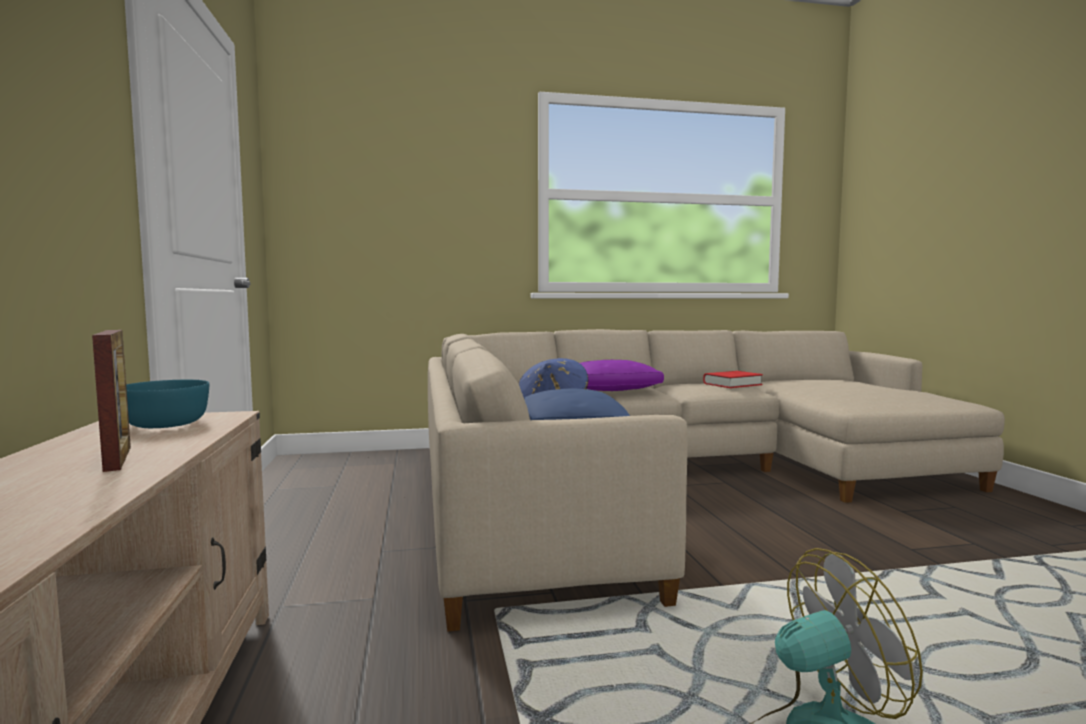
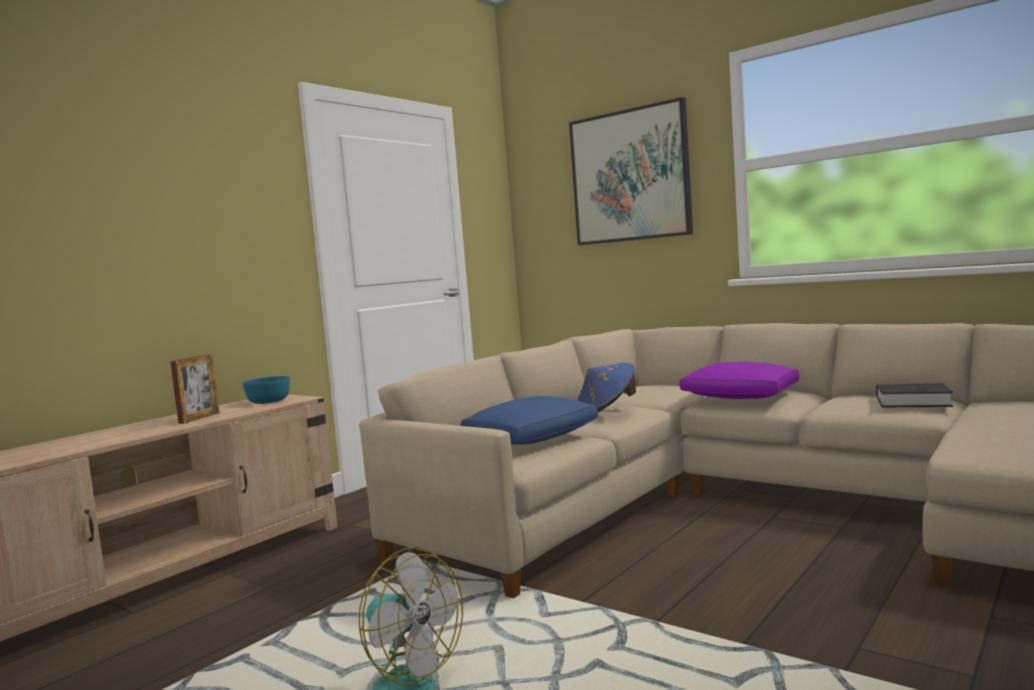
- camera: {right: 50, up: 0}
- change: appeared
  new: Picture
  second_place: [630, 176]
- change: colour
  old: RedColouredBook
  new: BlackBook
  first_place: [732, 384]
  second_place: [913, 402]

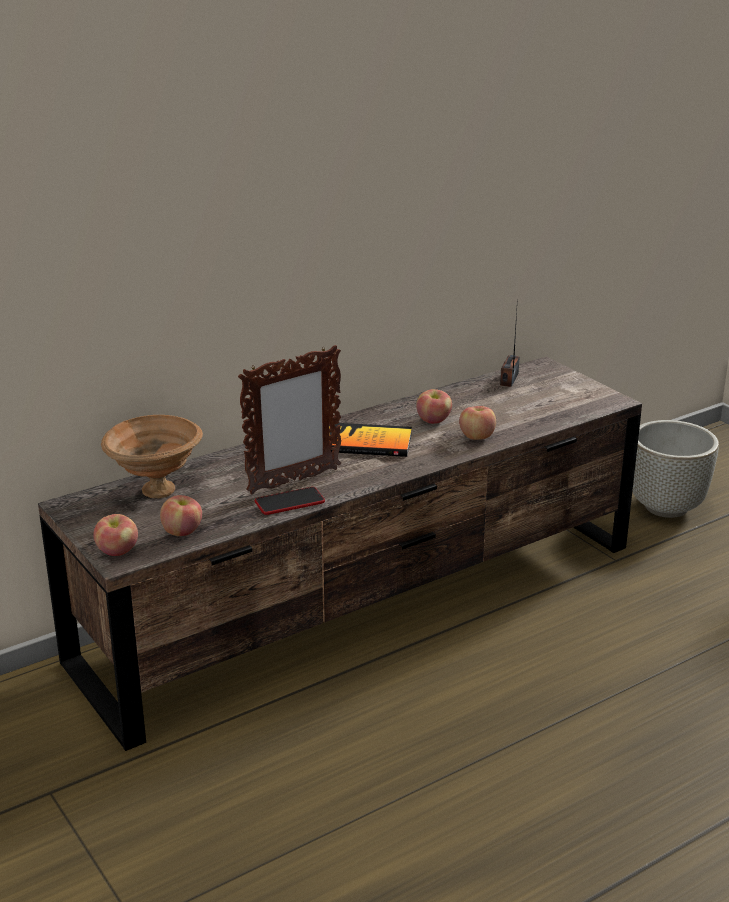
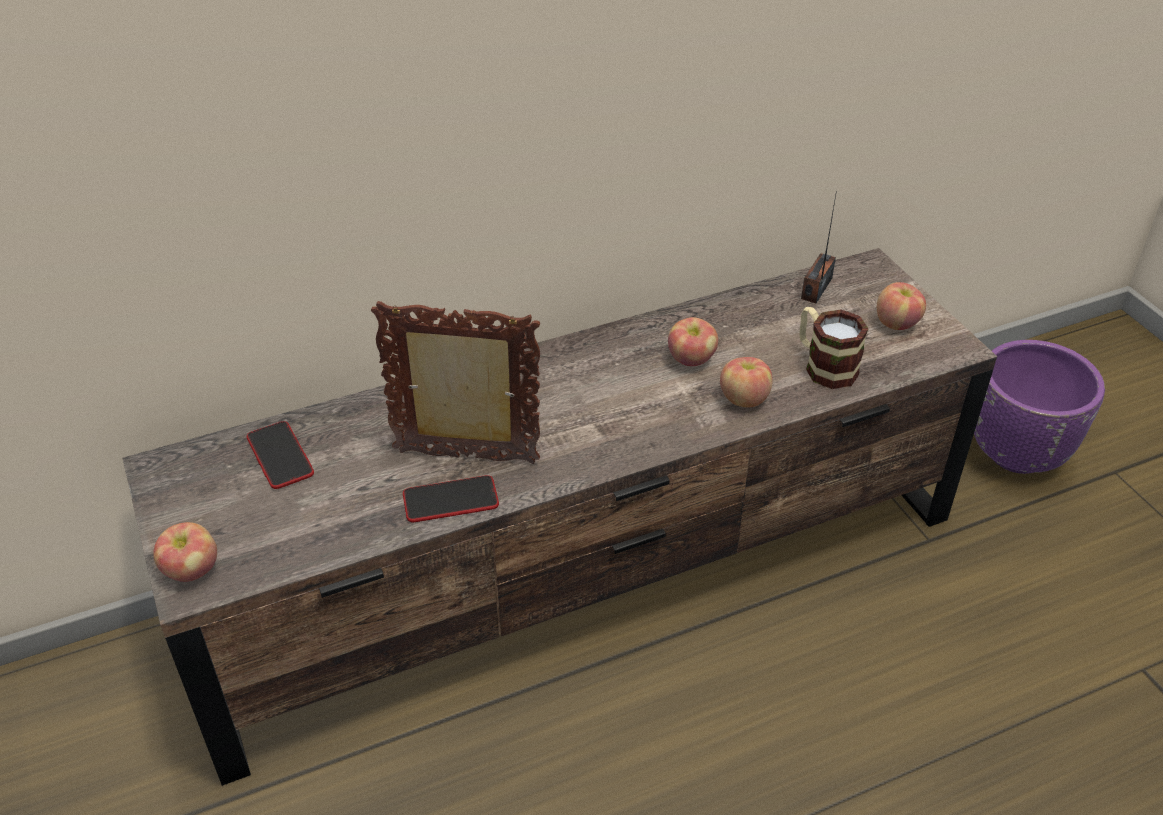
- camera: {right: 10, up: 15}
- change: missing
  old: Book
  first_place: [365, 443]
- change: appeared
  new: Mug
  second_place: [824, 365]
- change: relocated
  old: AppleFruit
  first_place: [182, 531]
  second_place: [896, 323]
- change: exchanged
  old: BrownishBowl
  new: Phone
  first_place: [156, 491]
  second_place: [280, 456]
- change: colour
  old: GrayPlantPot
  new: PurplishPlantPot
  first_place: [667, 507]
  second_place: [1018, 454]
- change: spun
  old: PictureFrame
  first_place: [293, 481]
  second_place: [467, 458]
  degrees: -150

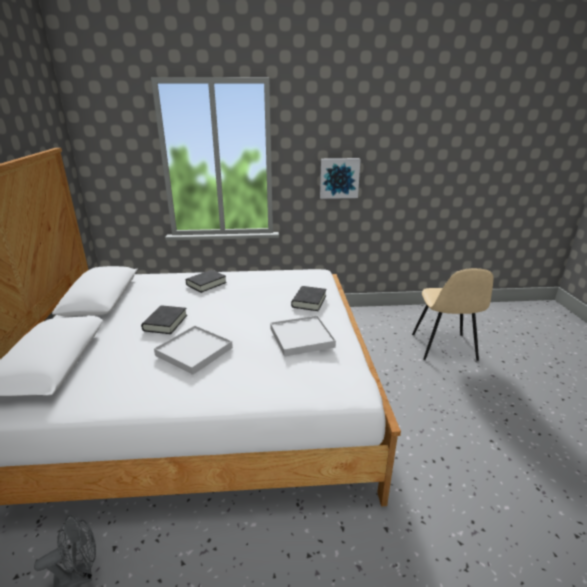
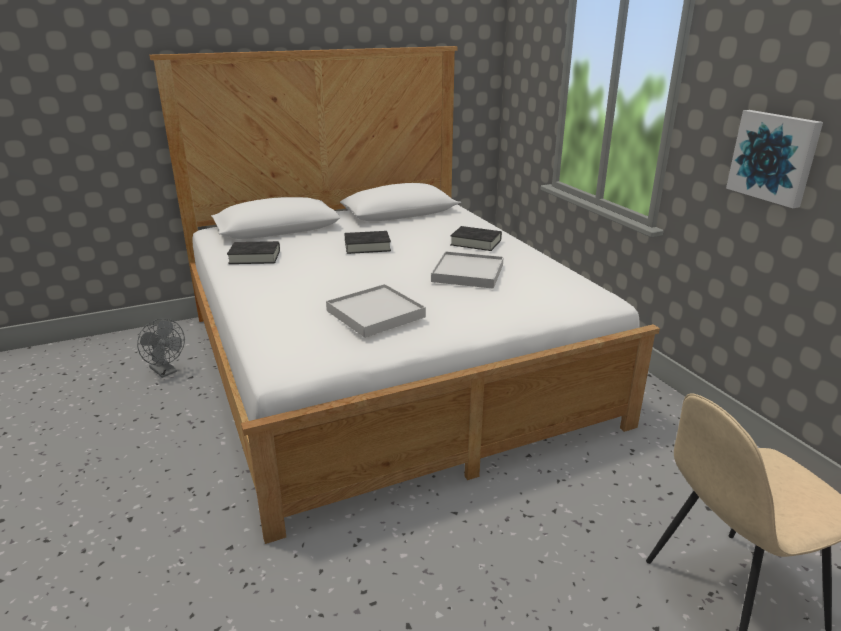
- camera: {right: 70, up: 0}
- change: relocated
  old: WhiteTray
  first_place: [194, 351]
  second_place: [467, 273]
- change: relocated
  old: BlackBook
  first_place: [309, 301]
  second_place: [255, 257]

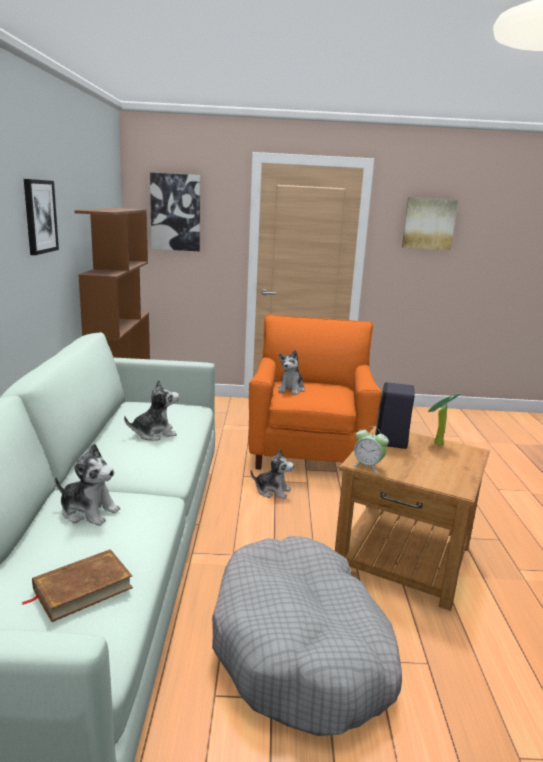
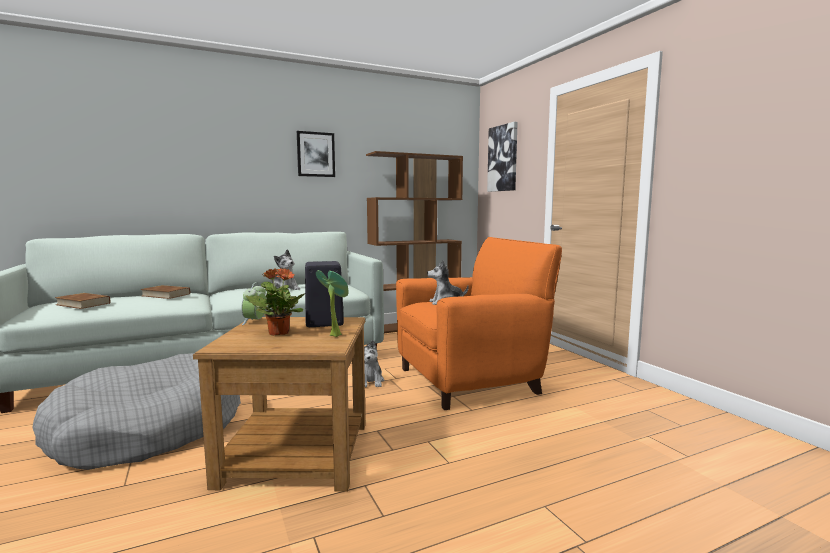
- camera: {right: 65, up: -10}
- change: missing
  old: Picture
  first_place: [428, 223]
- change: appeared
  new: Houseplant
  second_place: [278, 333]
- change: exchanged
  old: CuddlyToy
  new: BrownishBook
  first_place: [88, 511]
  second_place: [166, 295]

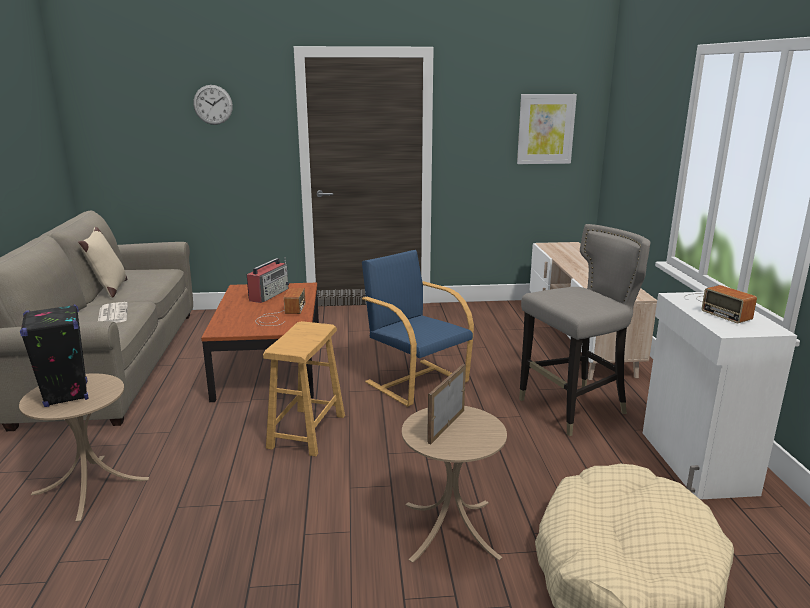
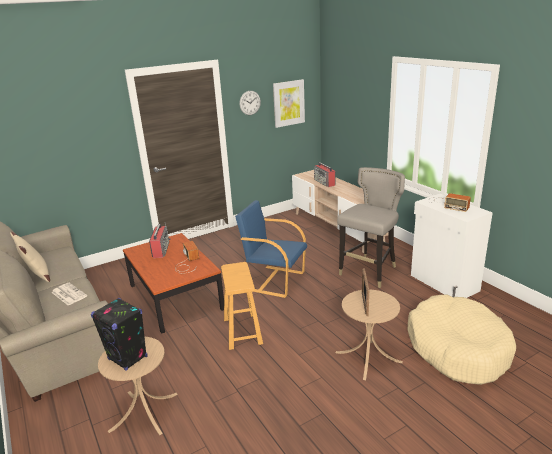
- camera: {right: -25, up: 5}
- change: appeared
  new: RadioSet
  second_place: [324, 182]
- change: relocated
  old: HangingClock
  first_place: [213, 104]
  second_place: [250, 103]

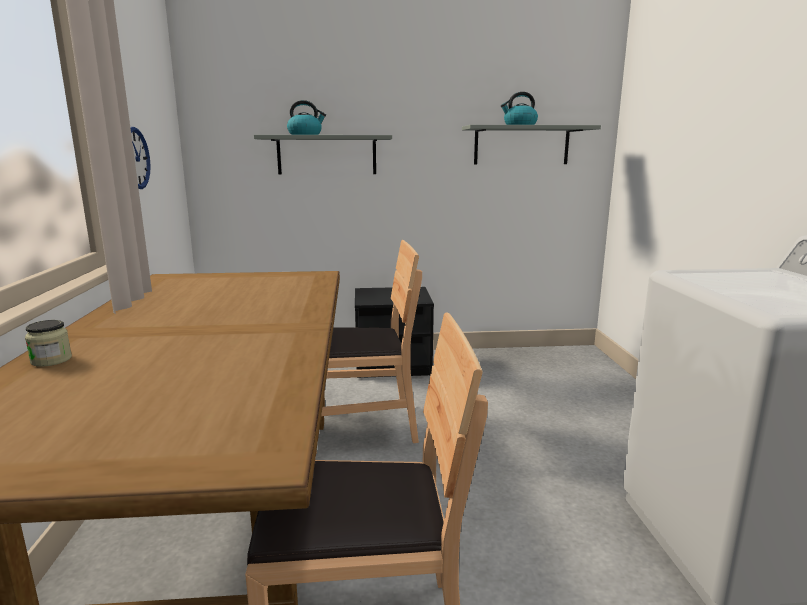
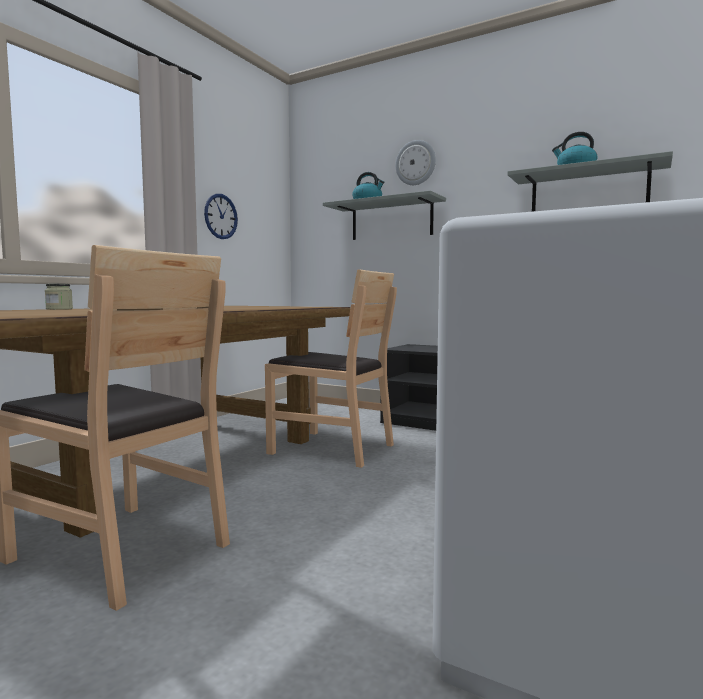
- camera: {right: 35, up: -10}
- change: appeared
  new: HangingClock
  second_place: [415, 163]

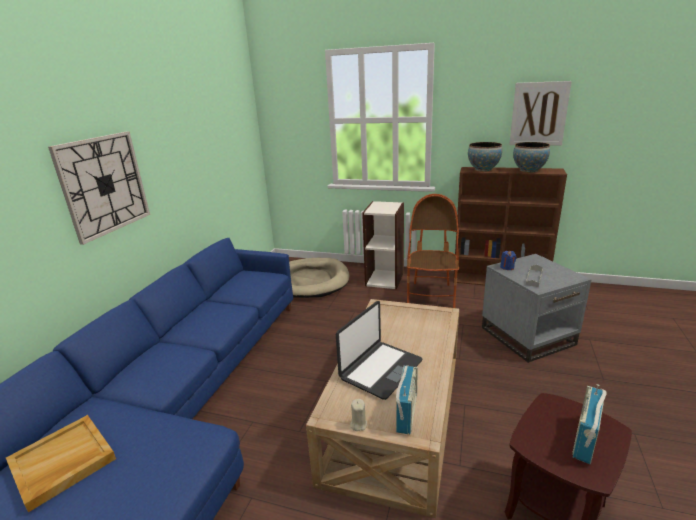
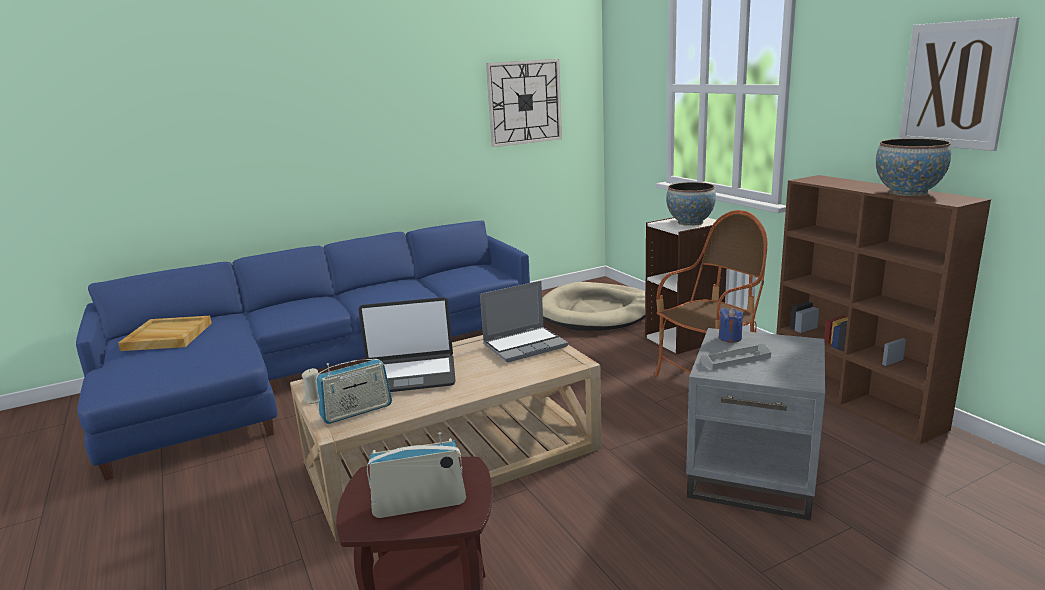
- camera: {right: 45, up: -5}
- change: appeared
  new: Laptop
  second_place: [525, 345]
- change: relocated
  old: HangingClock
  first_place: [104, 185]
  second_place: [524, 102]
- change: relocated
  old: Bowl
  first_place: [483, 169]
  second_place: [690, 222]

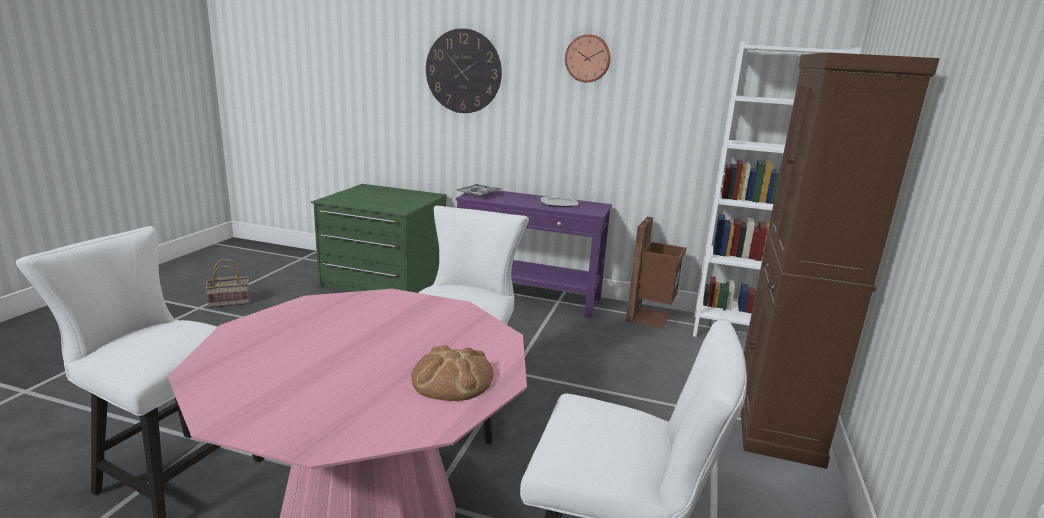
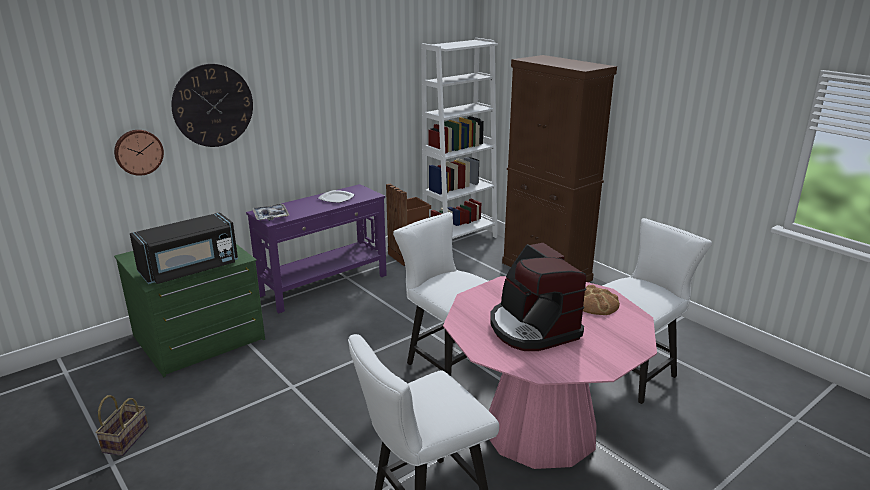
- camera: {right: -55, up: 5}
- change: appeared
  new: BlackMicrowaveOven
  second_place: [190, 269]
- change: appeared
  new: CoffeeBrewer
  second_place: [532, 328]
- change: relocated
  old: HangingClock
  first_place: [588, 58]
  second_place: [138, 152]

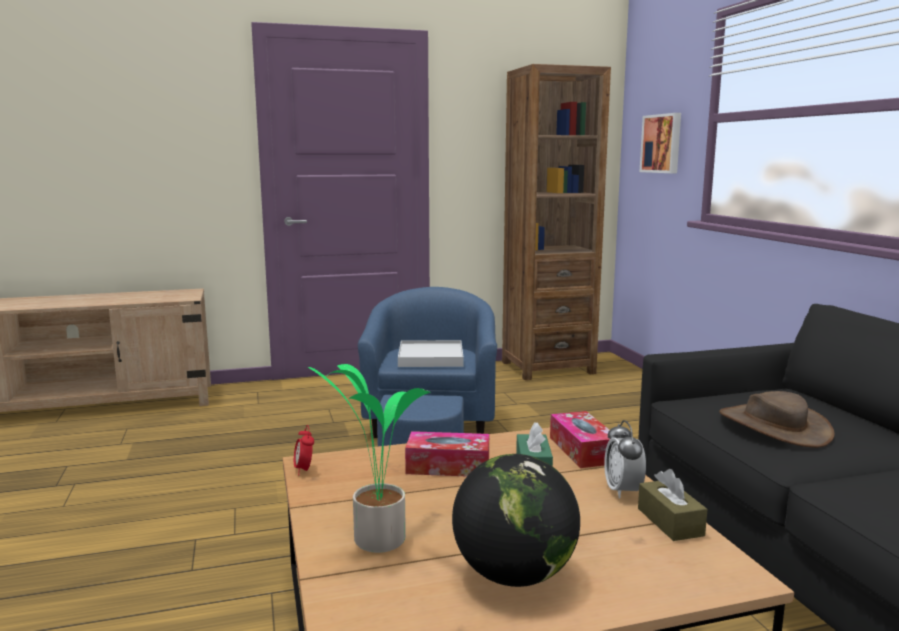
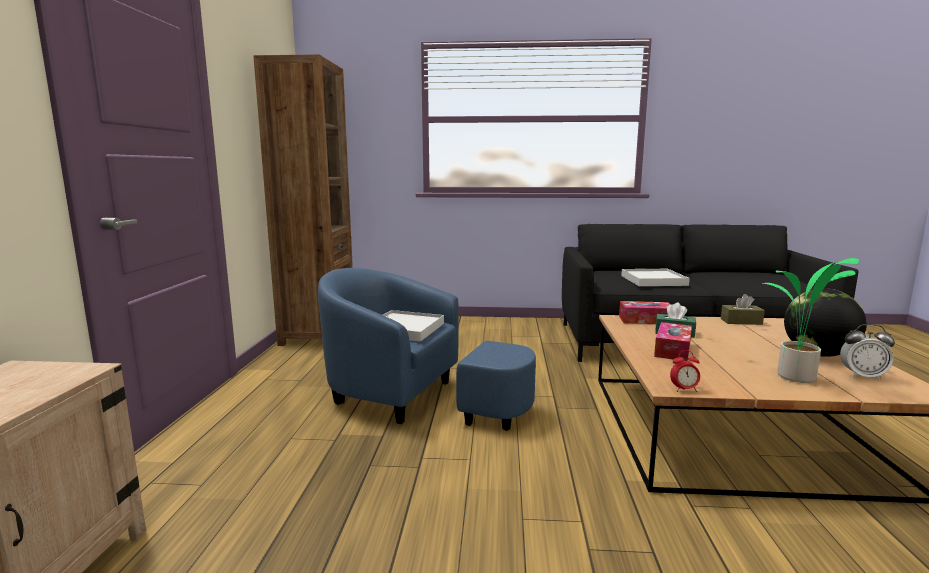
- camera: {right: -70, up: 0}
- change: missing
  old: Picture
  first_place: [662, 143]
- change: relocated
  old: AlarmClock
  first_place: [623, 491]
  second_place: [862, 376]
- change: exchanged
  old: BrownishHat
  new: WhiteTray
  first_place: [774, 426]
  second_place: [653, 280]

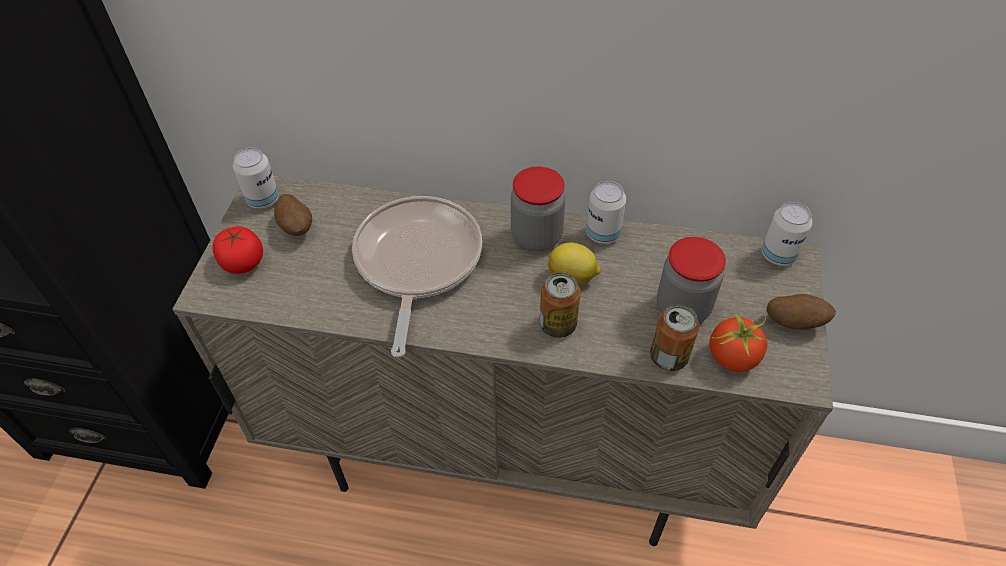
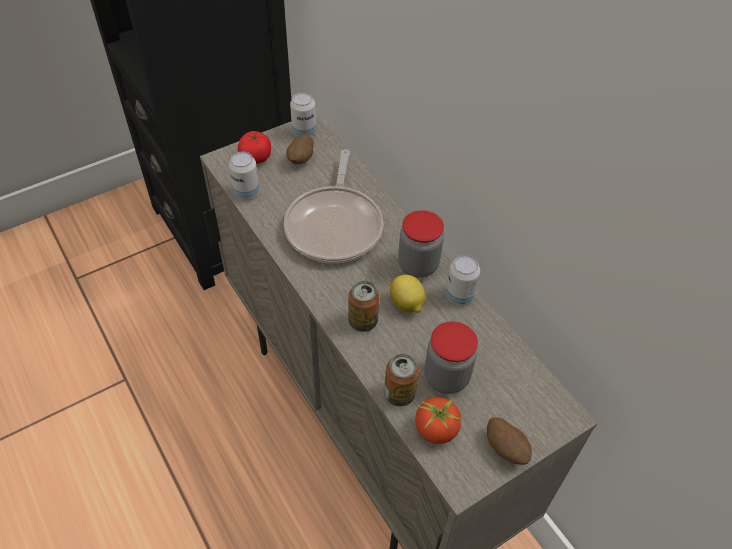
- camera: {right: 45, up: 0}
- change: relocated
  old: Can
  first_place: [778, 255]
  second_place: [246, 192]
- change: spun
  old: Pan
  first_place: [416, 262]
  second_place: [335, 225]
  degrees: 135

